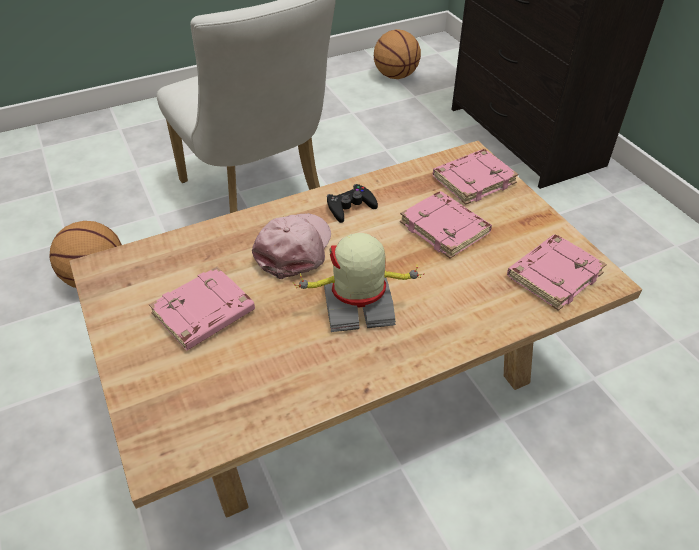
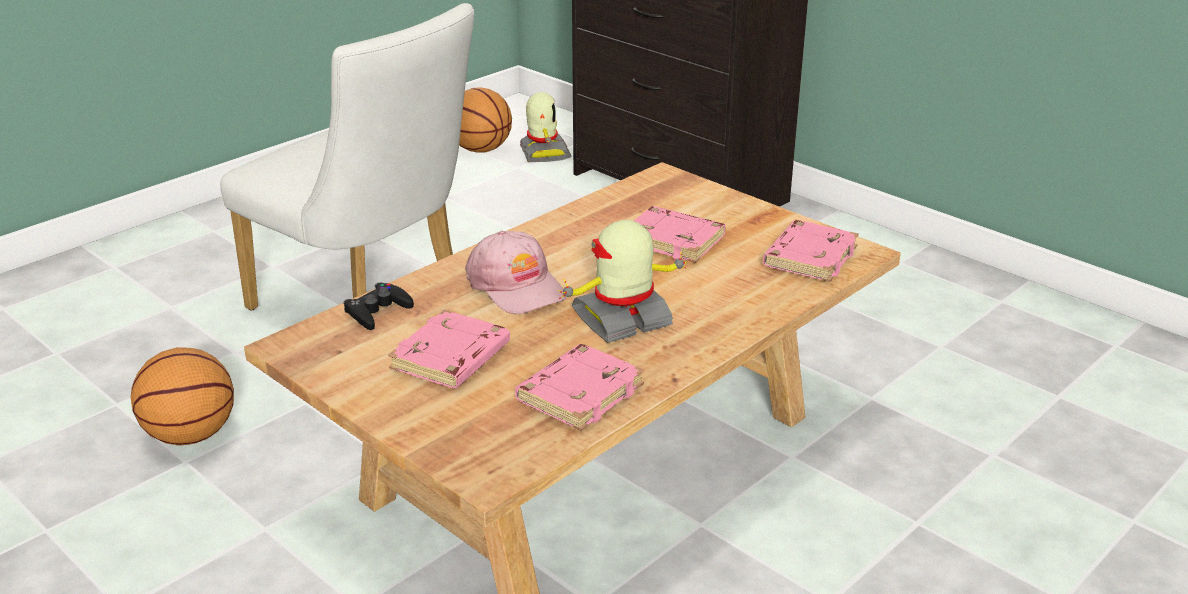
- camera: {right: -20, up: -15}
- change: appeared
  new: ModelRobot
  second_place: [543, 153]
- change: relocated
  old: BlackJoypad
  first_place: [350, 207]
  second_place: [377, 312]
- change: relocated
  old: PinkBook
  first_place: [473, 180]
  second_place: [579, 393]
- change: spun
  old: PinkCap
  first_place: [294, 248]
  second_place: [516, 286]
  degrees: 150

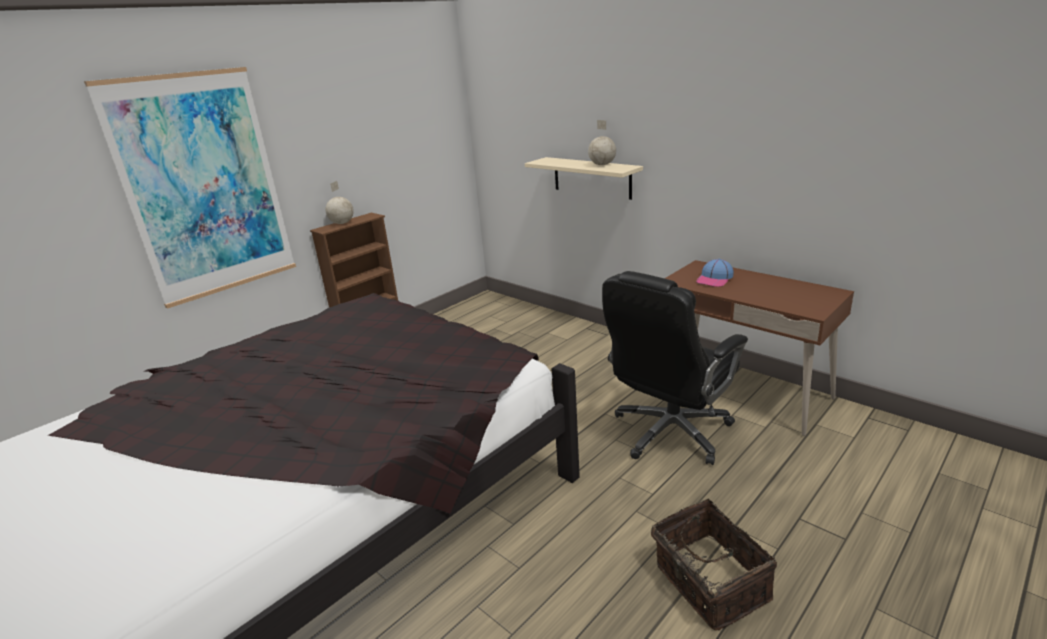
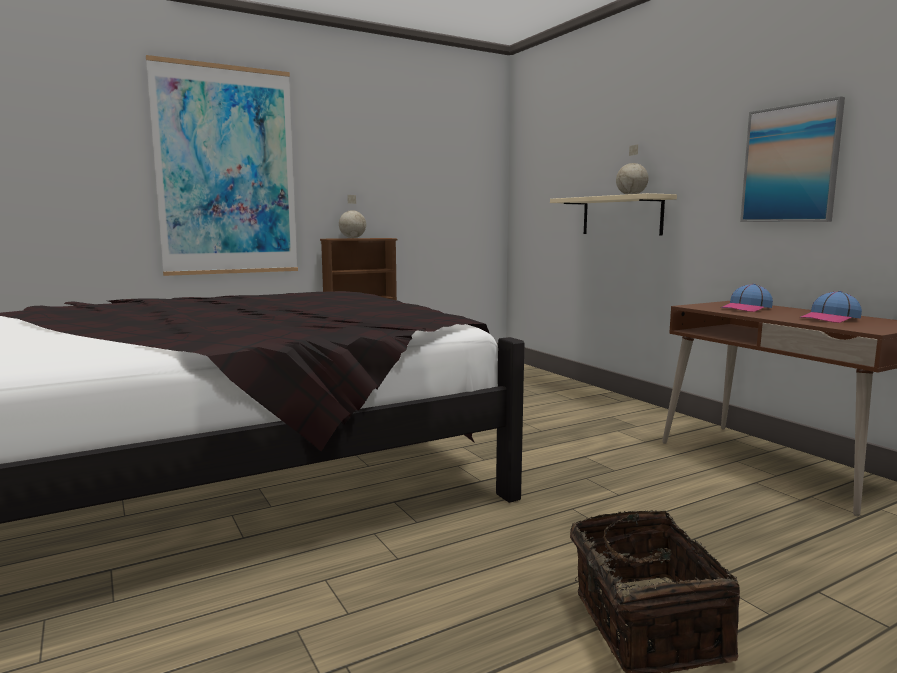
- camera: {right: 15, up: -15}
- change: missing
  old: BlackComputerChair
  first_place: [670, 432]
- change: appeared
  new: Picture
  second_place: [790, 164]
- change: appeared
  new: Cap
  second_place: [830, 319]

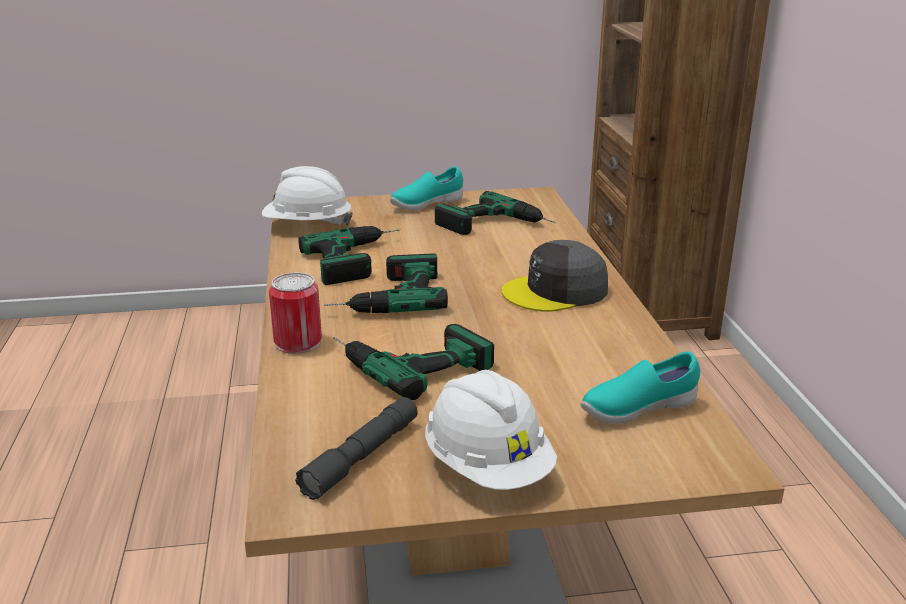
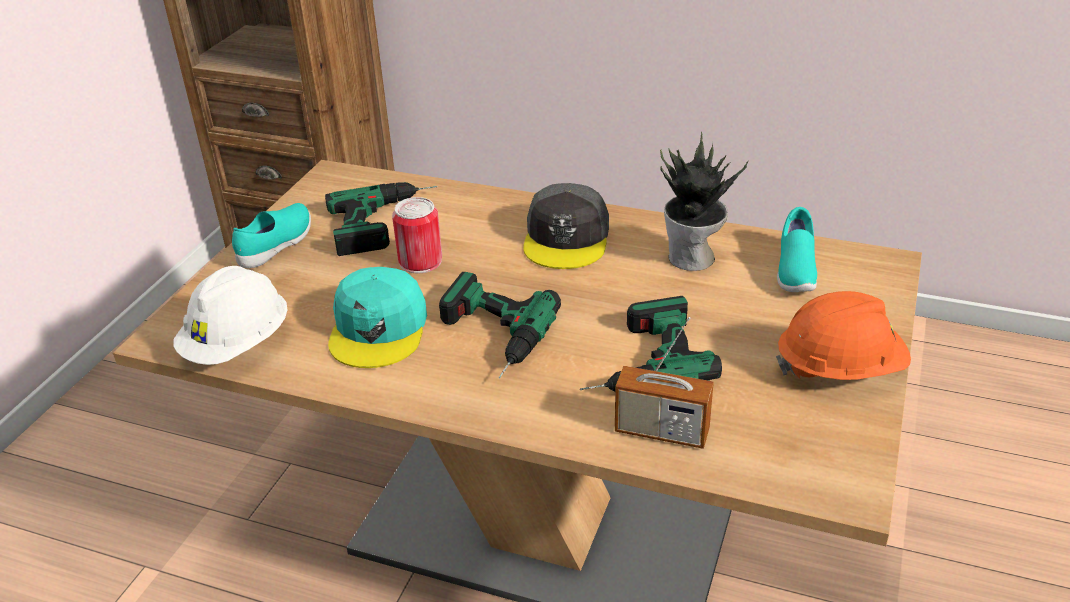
- camera: {right: -60, up: 10}
- change: missing
  old: GrayFlashlight
  first_place: [361, 457]
- change: appeared
  new: RadioSet
  second_place: [661, 431]
- change: appeared
  new: Houseplant
  second_place: [692, 259]
- change: relocated
  old: Can
  first_place: [298, 342]
  second_place: [420, 261]
- change: exchanged
  old: Drill
  new: TurquoiseCap
  first_place: [361, 259]
  second_place: [379, 329]
- change: colour
  old: WhiteWorkHelmet
  new: OrangeColouredWorkHelmet
  first_place: [488, 467]
  second_place: [839, 368]
- change: spun
  old: TurquoiseShoe
  first_place: [426, 205]
  second_place: [277, 246]
  degrees: -150

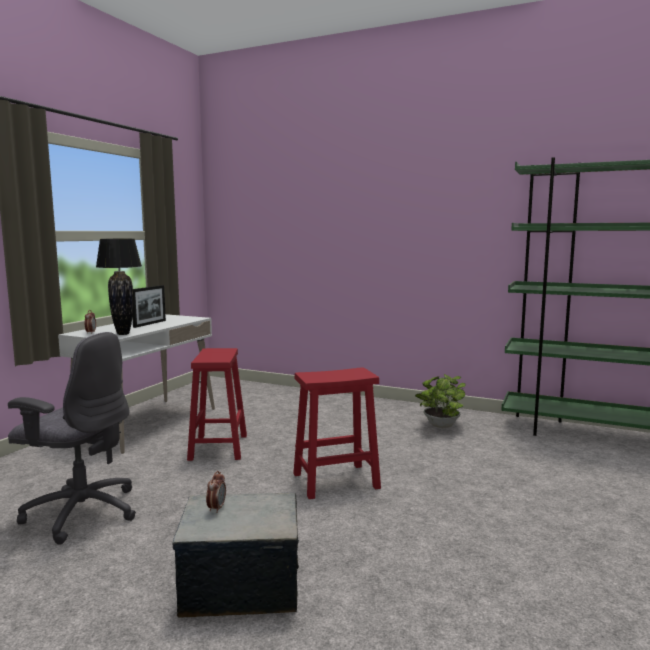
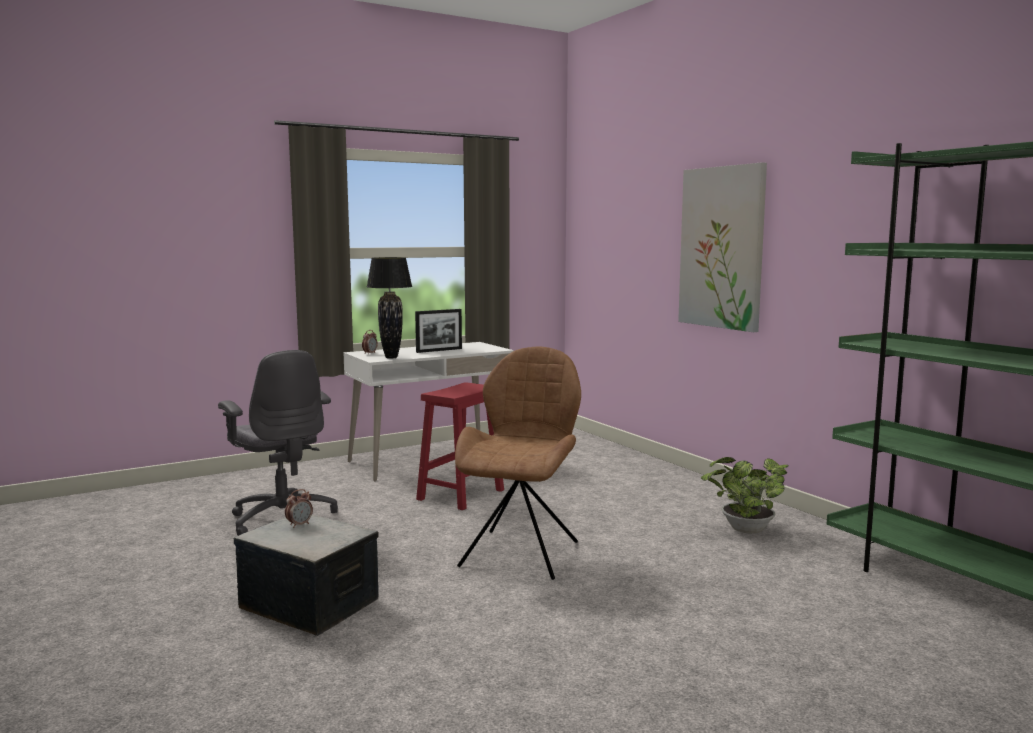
- camera: {right: 35, up: 0}
- change: appeared
  new: Picture
  second_place: [722, 247]
- change: exchanged
  old: RedColouredStool
  new: BrownishUprightChair
  first_place: [337, 480]
  second_place: [521, 552]

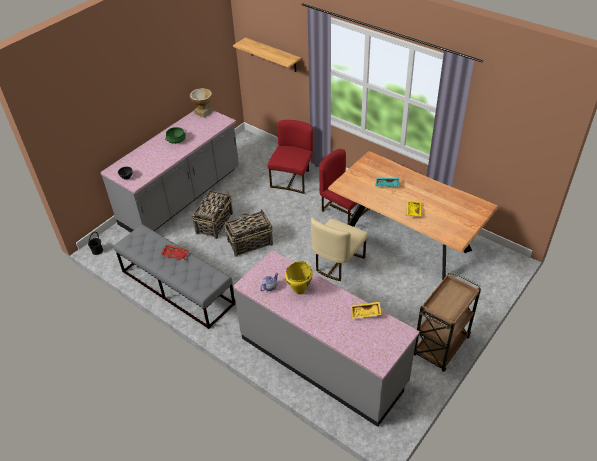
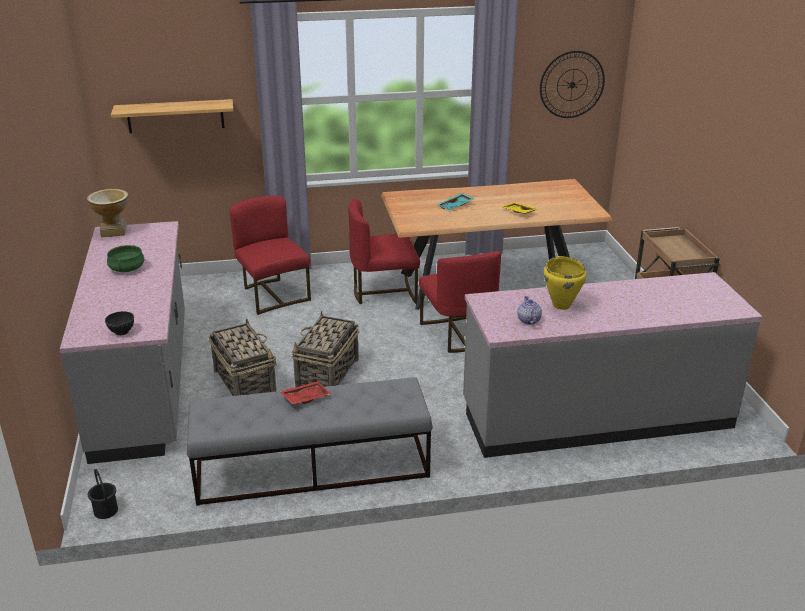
- camera: {right: -50, up: -15}
- change: missing
  old: YellowishTray
  first_place: [365, 313]
- change: appeared
  new: HangingClock
  second_place: [572, 84]
- change: colour
  old: BeigeUprightChair
  new: RedColouredUprightChair
  first_place: [337, 263]
  second_place: [457, 334]

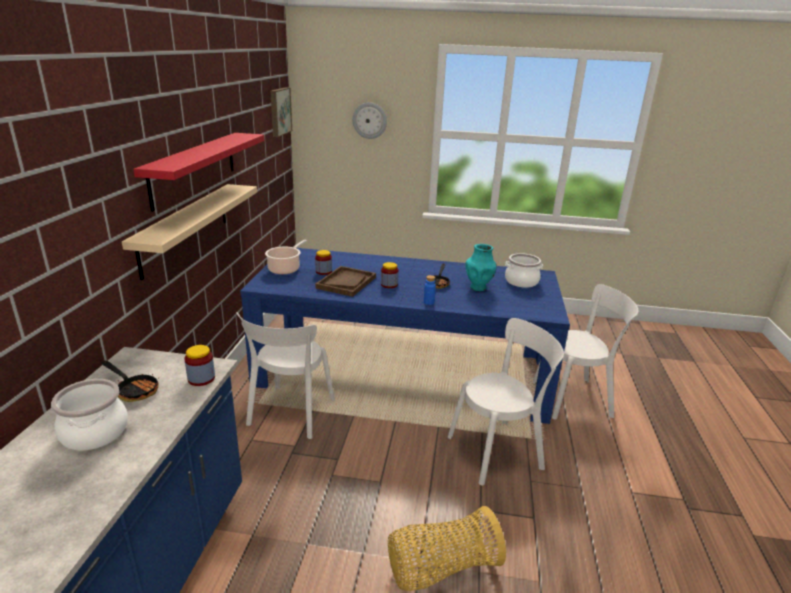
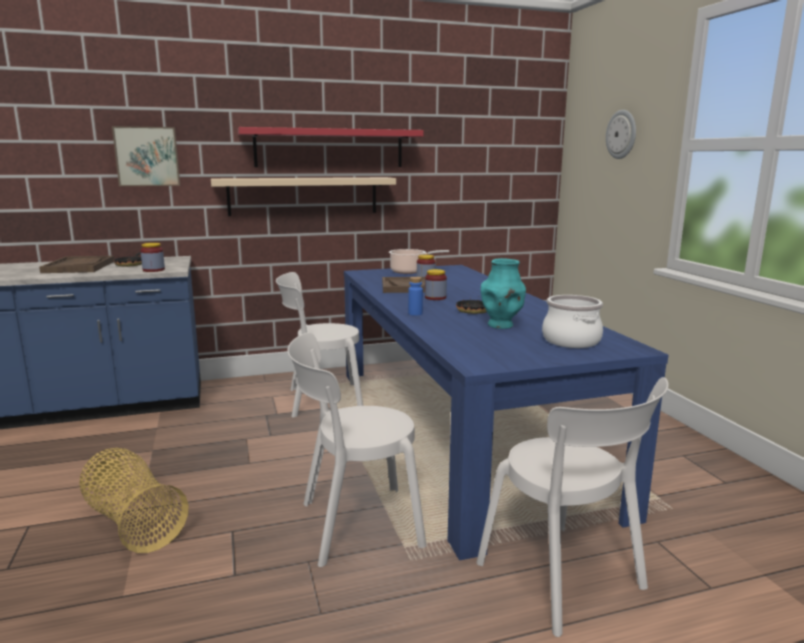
- camera: {right: 65, up: -10}
- change: relocated
  old: Picture
  first_place: [279, 111]
  second_place: [147, 156]
- change: exchanged
  old: Stockpot
  new: BrownishTray
  first_place: [94, 432]
  second_place: [79, 267]
- change: spun
  old: WhiteUprightChair
  first_place: [498, 451]
  second_place: [354, 525]
  degrees: 120

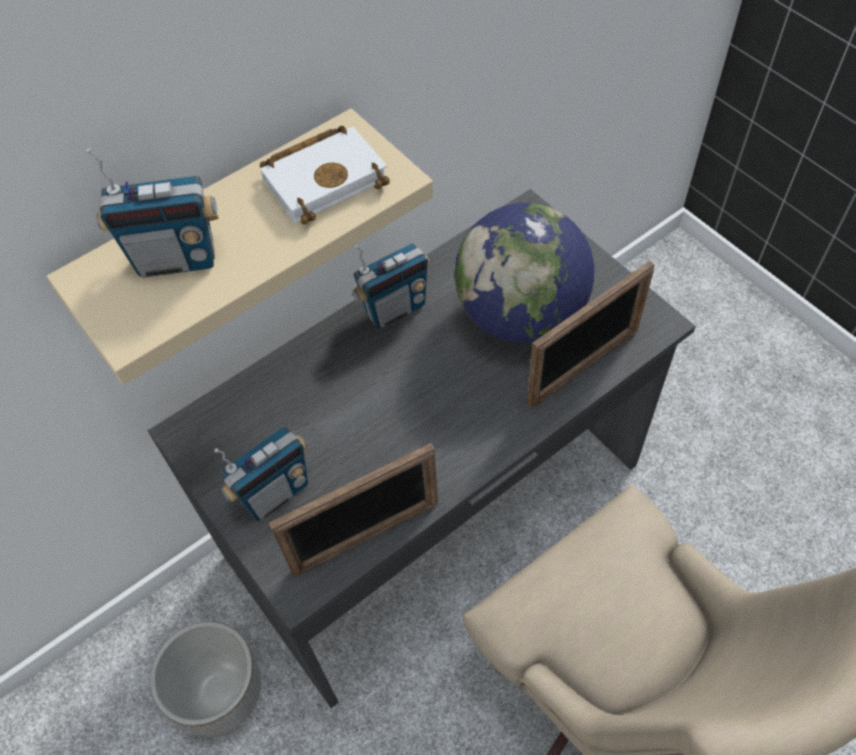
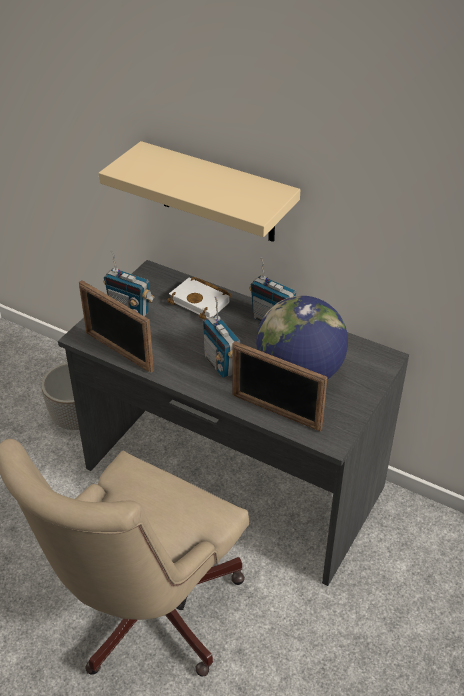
- camera: {right: 65, up: -15}
- change: relocated
  old: RadioSet
  first_place: [177, 259]
  second_place: [222, 365]
- change: relocated
  old: WhiteBook
  first_place: [326, 177]
  second_place: [202, 301]

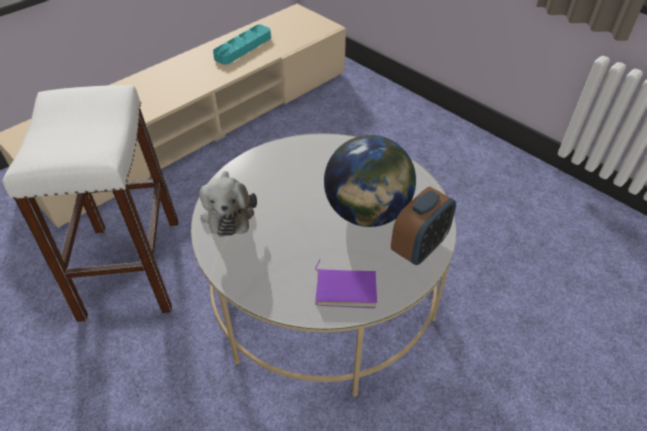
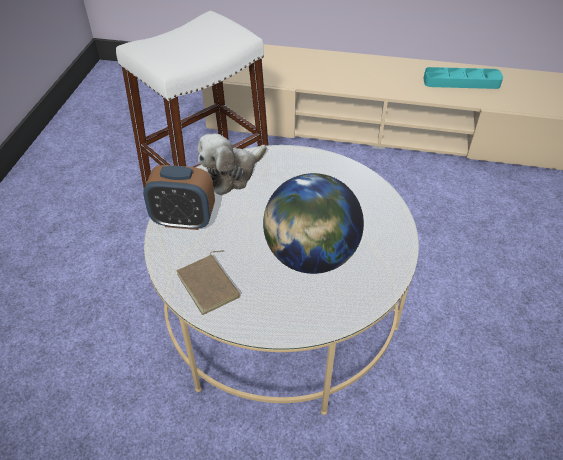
- camera: {right: 55, up: 0}
- change: relocated
  old: AlarmClock
  first_place: [419, 248]
  second_place: [184, 220]
- change: colour
  old: PurplishBook
  new: BrownishBook
  first_place: [346, 288]
  second_place: [210, 285]

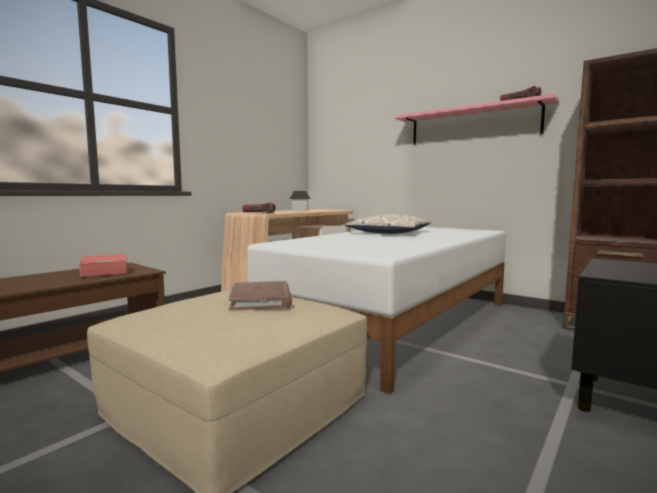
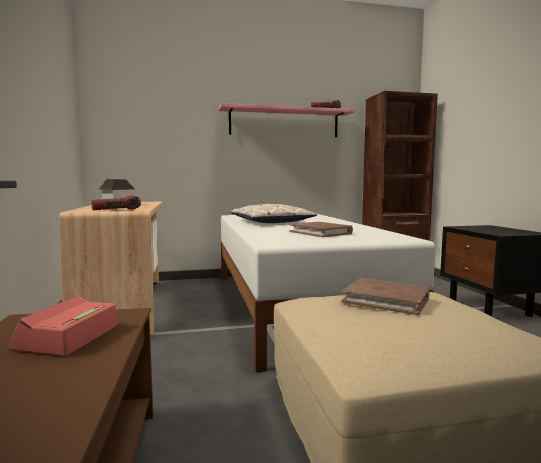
- camera: {right: -50, up: 0}
- change: appeared
  new: BrownishBook
  second_place: [321, 232]

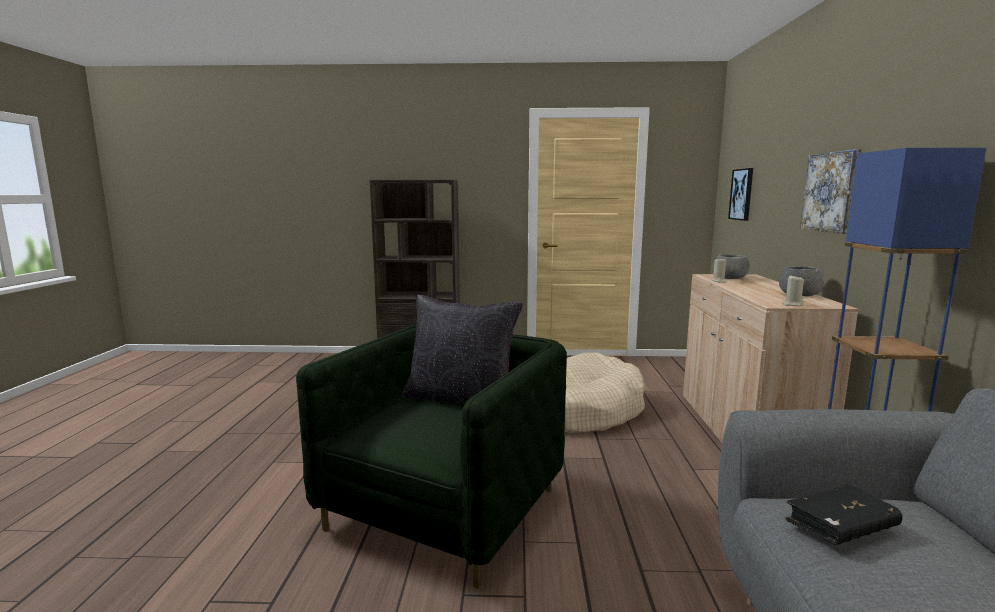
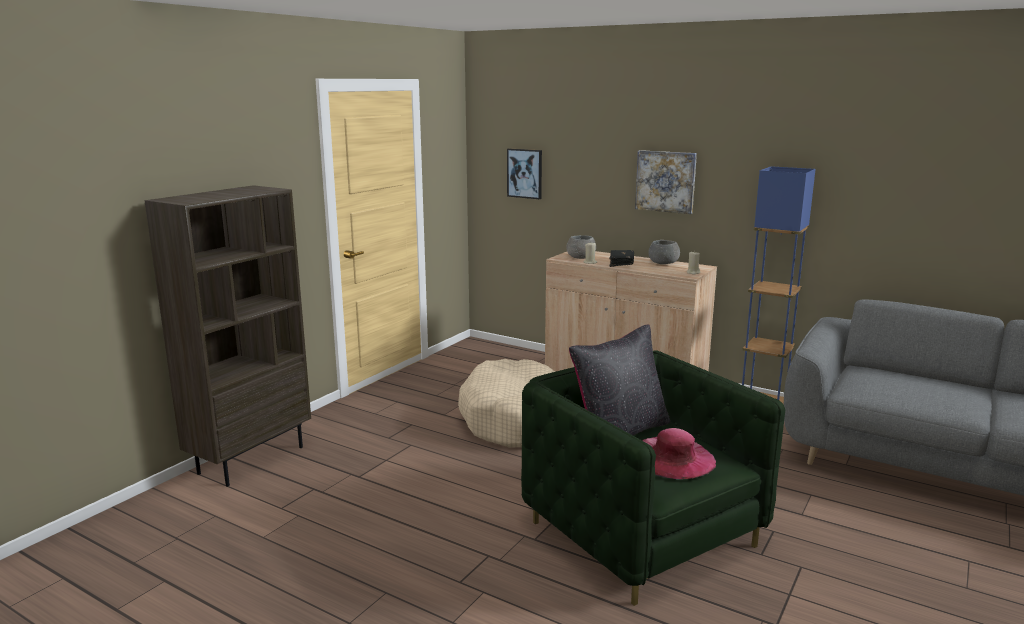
- camera: {right: -60, up: 5}
- change: appeared
  new: PinkHat
  second_place: [673, 458]
- change: relocated
  old: BlackBook
  first_place: [840, 526]
  second_place: [621, 263]

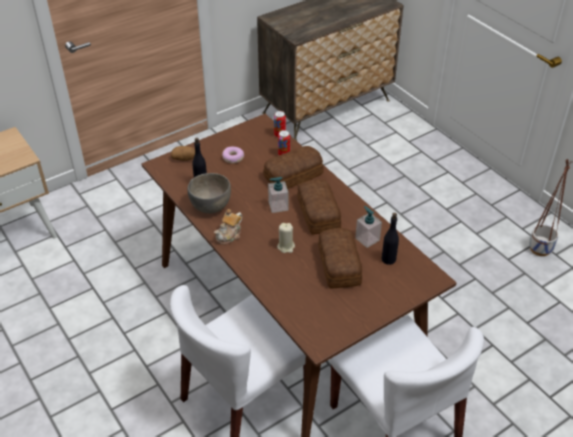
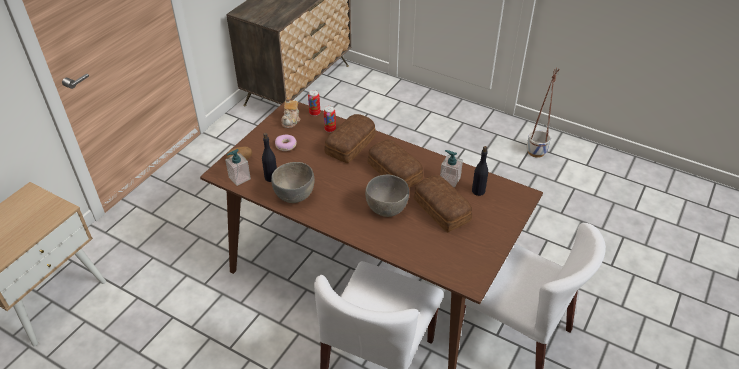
- camera: {right: -25, up: 0}
- change: relocated
  old: TeaPot
  first_place: [229, 235]
  second_place: [291, 120]
- change: relocated
  old: SoapDispenser
  first_place: [278, 206]
  second_place: [239, 178]
- change: exchanged
  old: BeigeCandle
  new: GrayBowl
  first_place: [286, 246]
  second_place: [386, 209]

